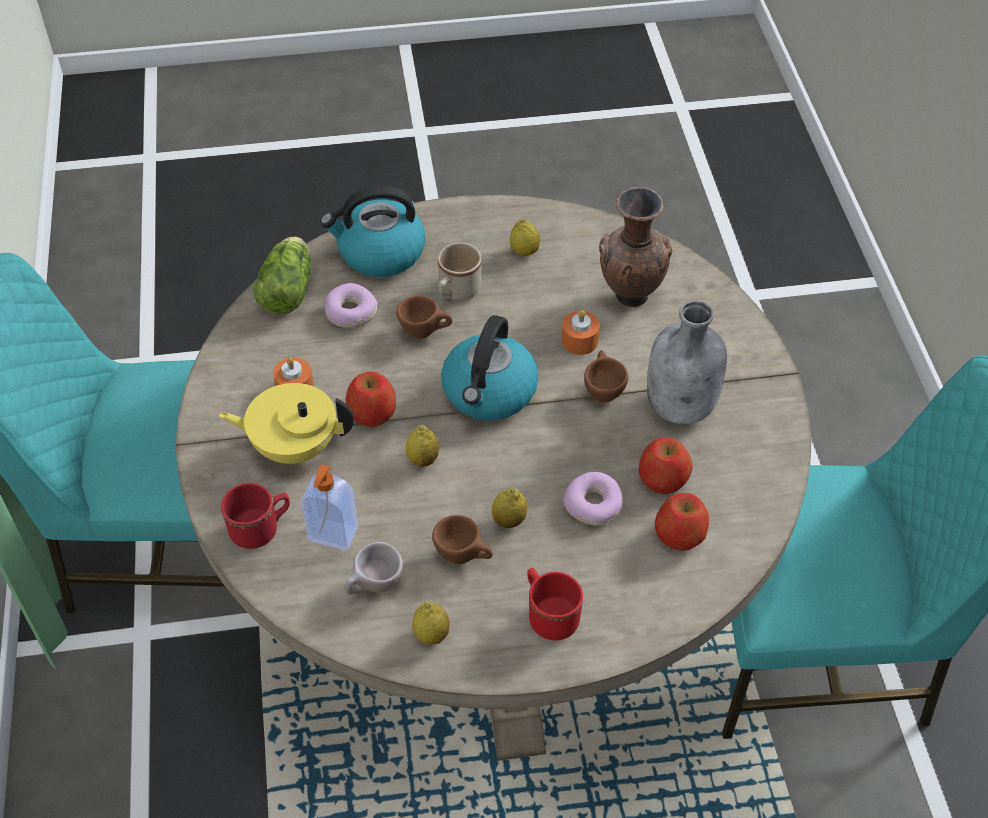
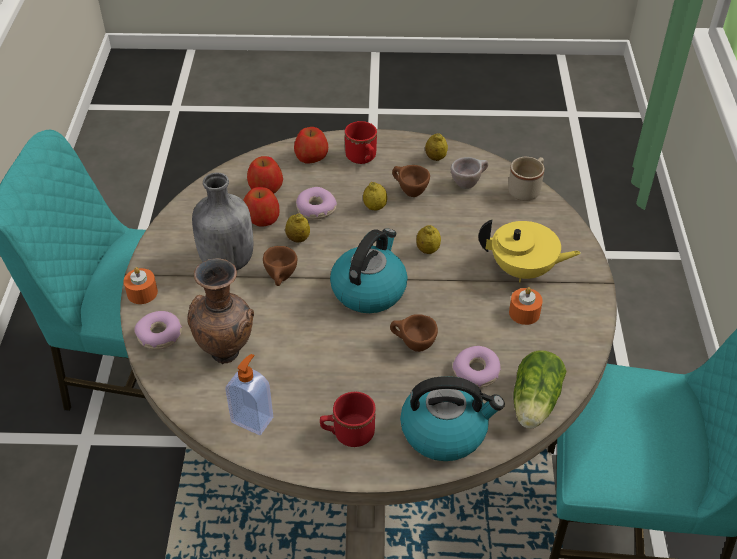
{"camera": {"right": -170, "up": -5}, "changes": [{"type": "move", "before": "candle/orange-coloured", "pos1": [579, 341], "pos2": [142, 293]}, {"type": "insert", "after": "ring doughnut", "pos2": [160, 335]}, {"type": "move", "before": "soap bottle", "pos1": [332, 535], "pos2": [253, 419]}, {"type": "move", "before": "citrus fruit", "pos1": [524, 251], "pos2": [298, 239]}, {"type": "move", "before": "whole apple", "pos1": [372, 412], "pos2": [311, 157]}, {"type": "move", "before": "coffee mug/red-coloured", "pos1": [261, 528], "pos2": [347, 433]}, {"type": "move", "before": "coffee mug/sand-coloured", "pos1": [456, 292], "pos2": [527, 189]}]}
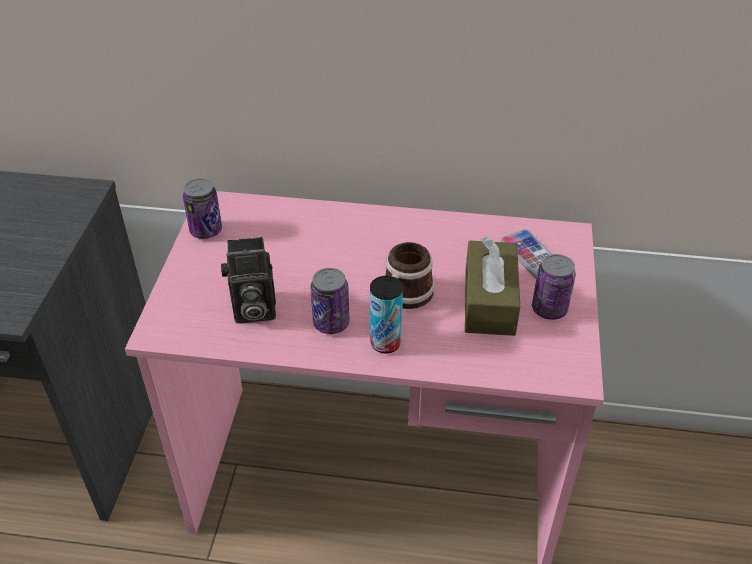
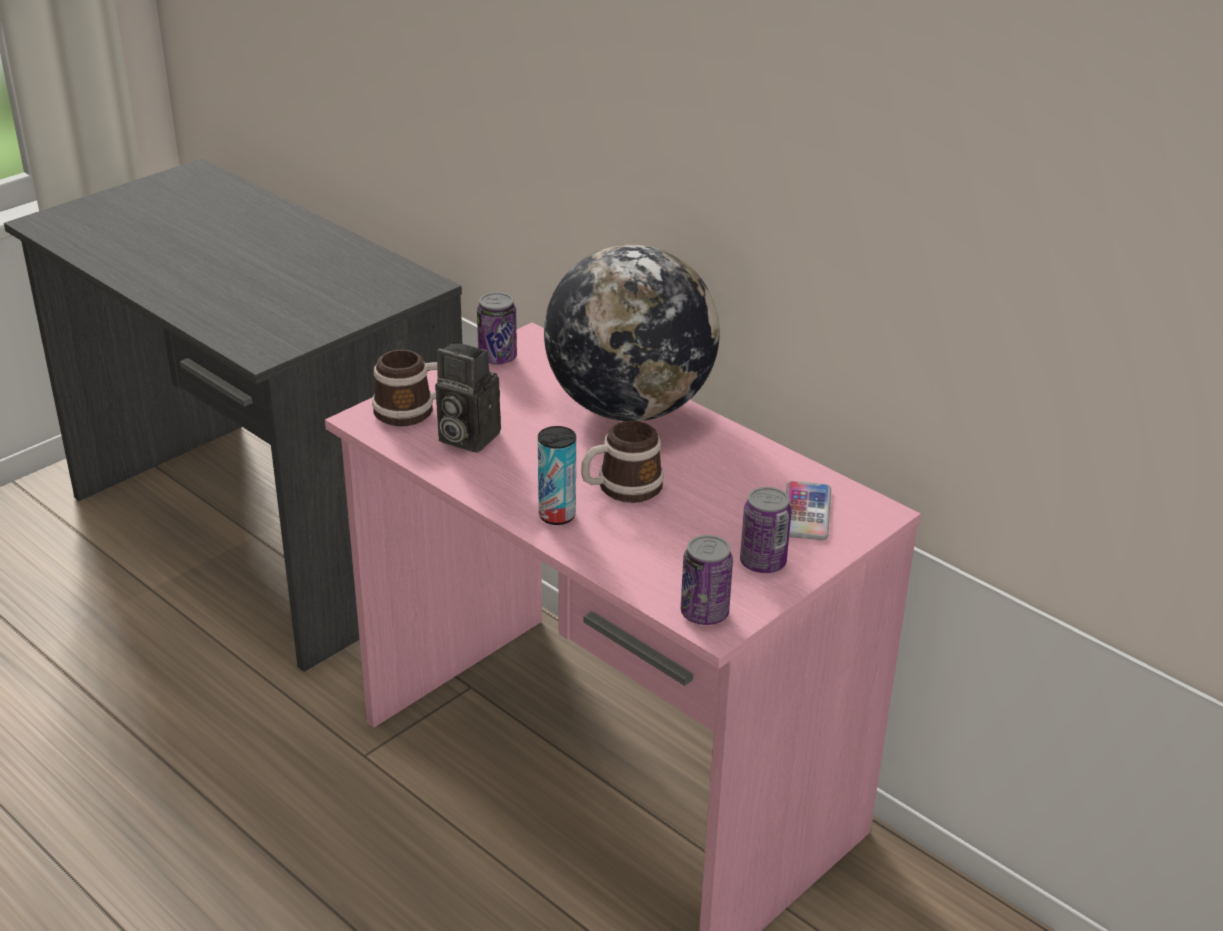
{"camera": {"right": 35, "up": -10}, "changes": [{"type": "insert", "after": "coffee mug", "pos2": [413, 410]}, {"type": "insert", "after": "world globe", "pos2": [629, 408]}, {"type": "move", "before": "metal can", "pos1": [331, 323], "pos2": [704, 613]}, {"type": "delete", "before": "tissue holder/brown-coloured", "pos1": [489, 301]}]}
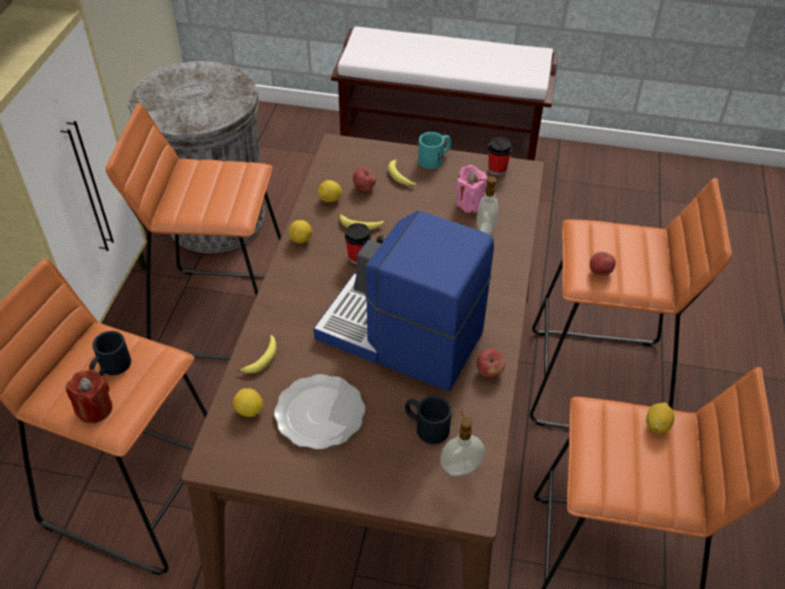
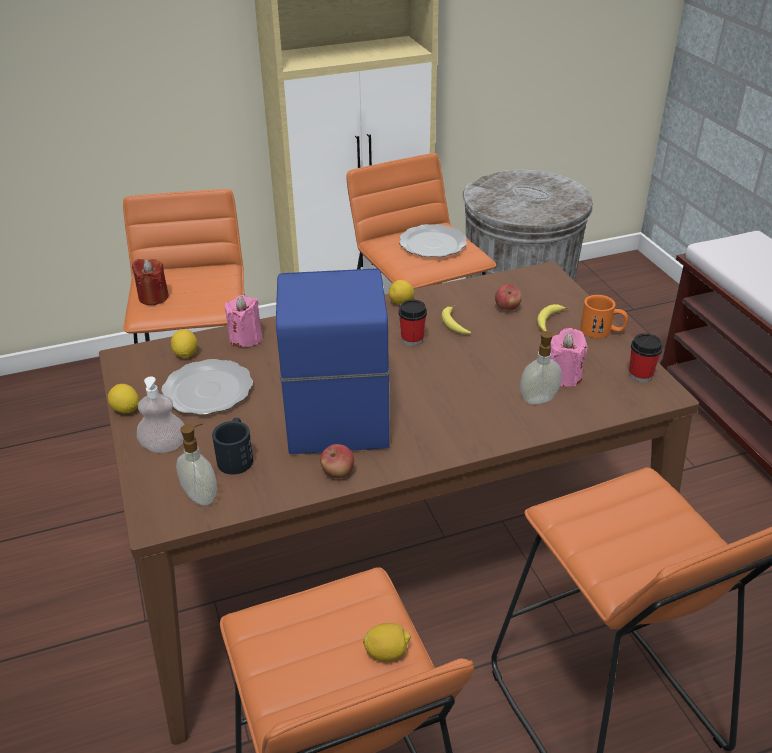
{"camera": {"right": 60, "up": -10}, "changes": [{"type": "move", "before": "citrus fruit", "pos1": [330, 200], "pos2": [126, 410]}, {"type": "insert", "after": "soap bottle", "pos2": [164, 446]}, {"type": "replace", "before": "banana fruit", "after": "candle/pink", "pos1": [262, 359], "pos2": [245, 338]}, {"type": "insert", "after": "plate", "pos2": [431, 244]}, {"type": "recolor", "before": "coffee mug/blue-green", "after": "coffee mug/orange-coloured", "pos1": [435, 159], "pos2": [602, 331]}, {"type": "delete", "before": "coffee mug/blackish", "pos1": [111, 368]}, {"type": "delete", "before": "whole apple", "pos1": [600, 272]}]}
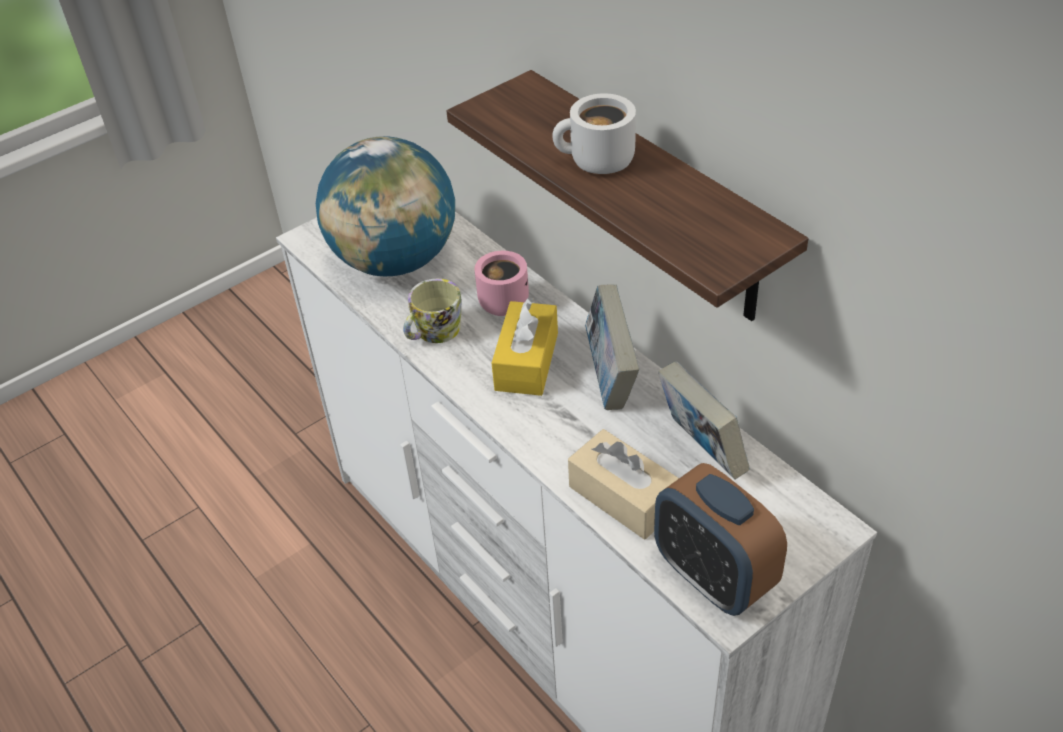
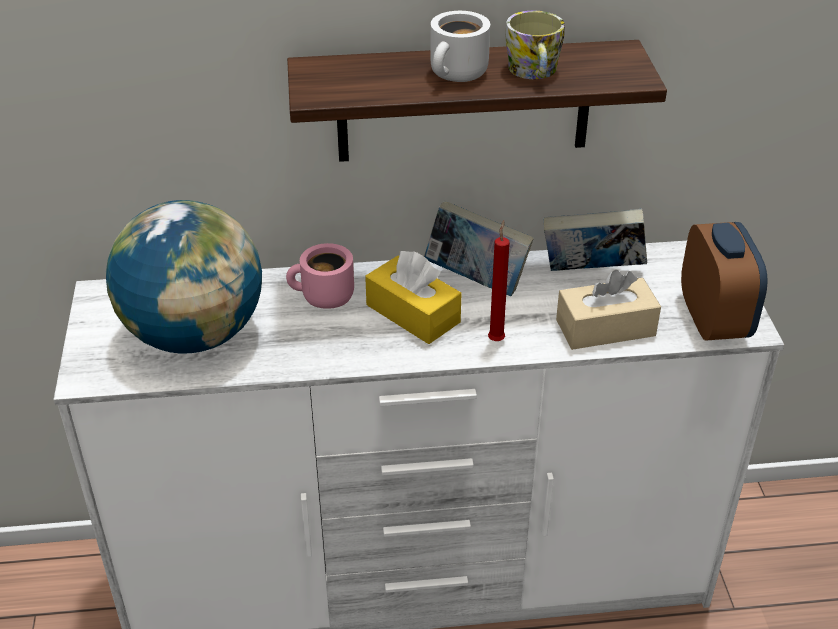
{"camera": {"right": -60, "up": -5}, "changes": [{"type": "insert", "after": "candle/red-coloured", "pos2": [496, 339]}, {"type": "move", "before": "coffee mug", "pos1": [433, 332], "pos2": [534, 73]}, {"type": "rotate", "before": "table clock", "pos1": [713, 577], "pos2": [714, 320], "turn": -90}]}
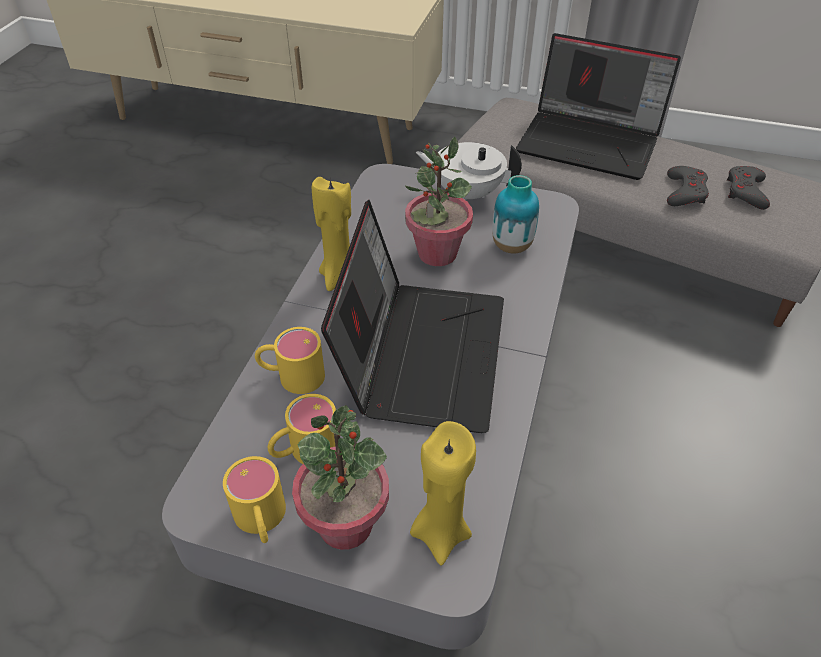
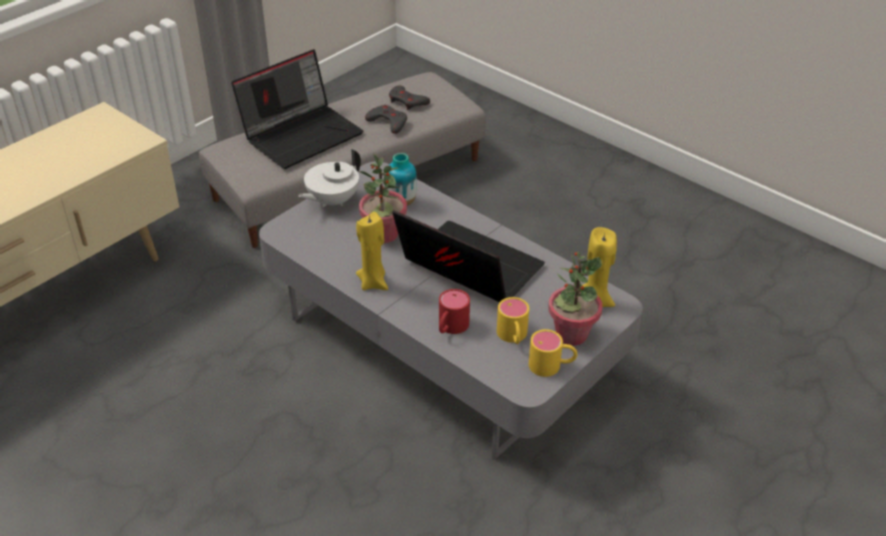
{"camera": {"right": -65, "up": -5}, "changes": [{"type": "recolor", "before": "coffee mug/yellowish", "after": "coffee mug/red-coloured", "pos1": [291, 376], "pos2": [450, 328]}]}
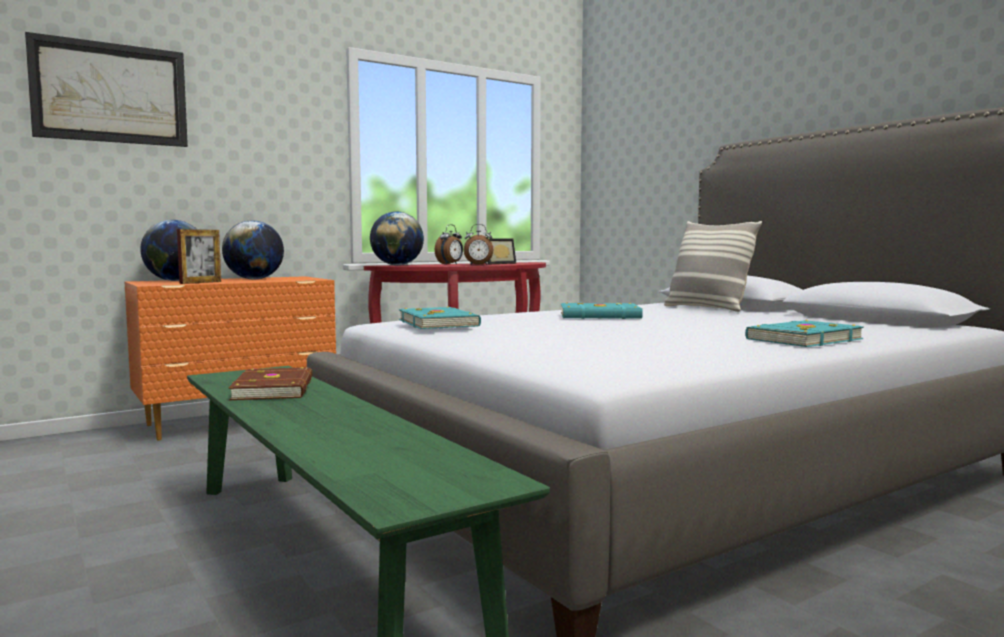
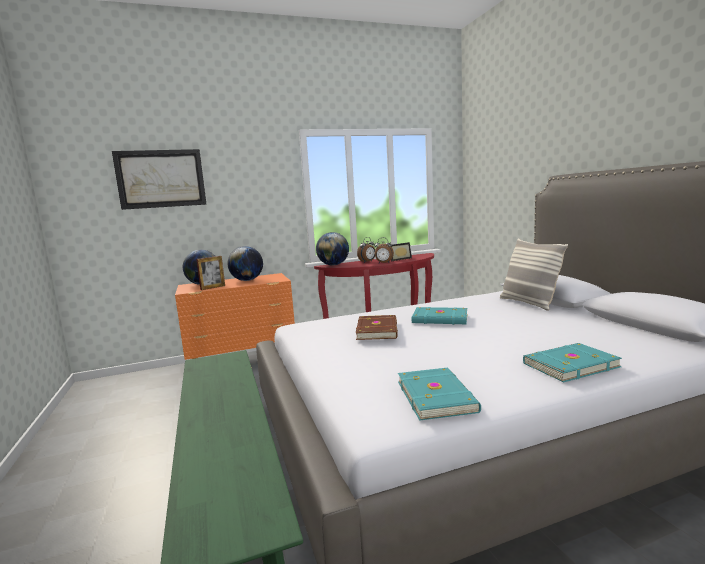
{"camera": {"right": 15, "up": 5}, "changes": [{"type": "move", "before": "bound book/brown-coloured", "pos1": [275, 389], "pos2": [378, 330]}, {"type": "move", "before": "bound book/blue-green", "pos1": [439, 323], "pos2": [437, 396]}]}
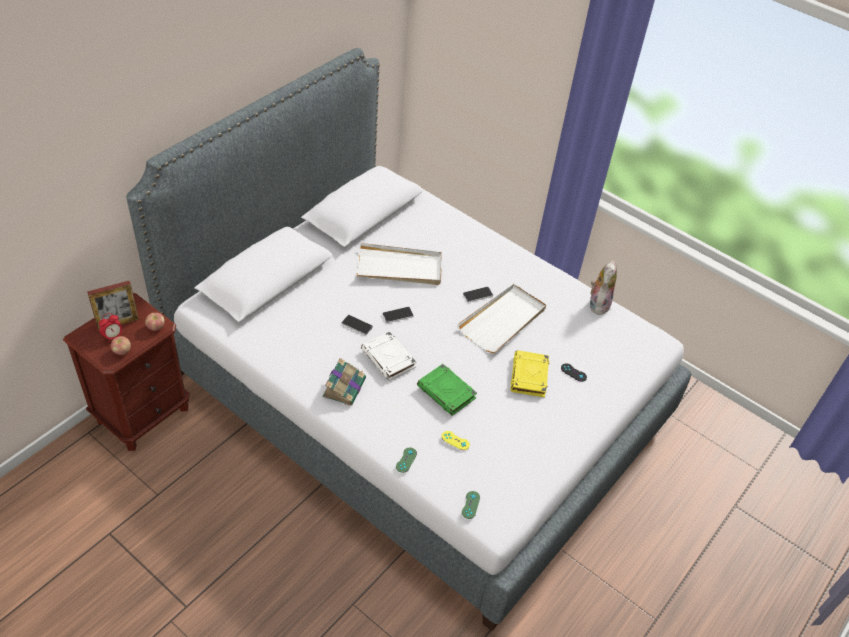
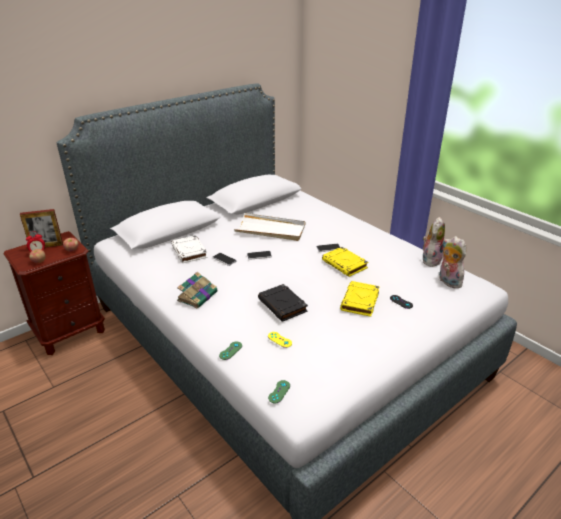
{"camera": {"right": 15, "up": -15}, "changes": [{"type": "move", "before": "bound book/white-coloured", "pos1": [389, 359], "pos2": [189, 252]}, {"type": "recolor", "before": "bound book/green", "after": "bound book/blackish", "pos1": [447, 392], "pos2": [283, 305]}, {"type": "replace", "before": "serving tray/white-coloured", "after": "bound book/yellowish", "pos1": [502, 320], "pos2": [345, 264]}, {"type": "insert", "after": "plush toy", "pos2": [447, 281]}]}
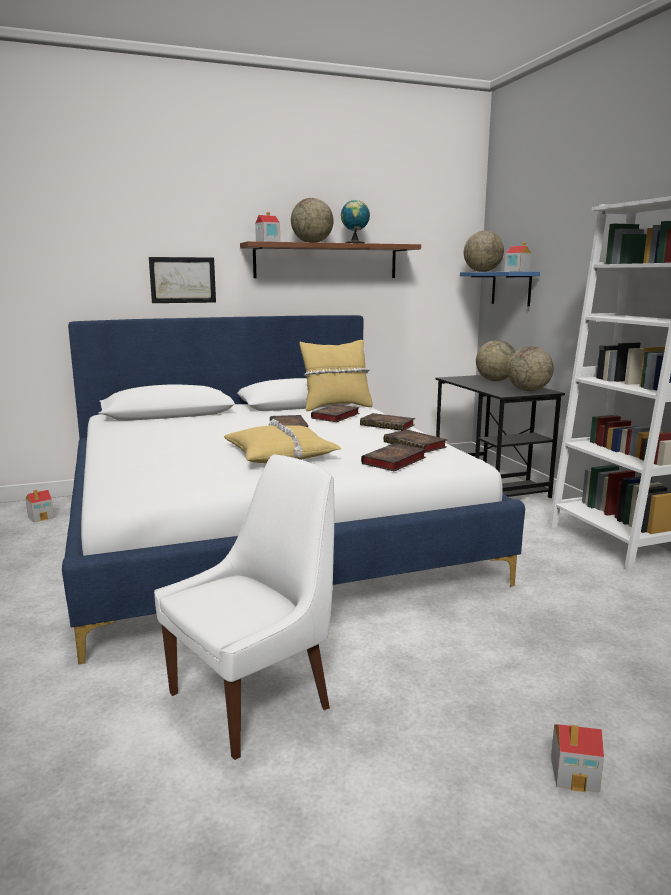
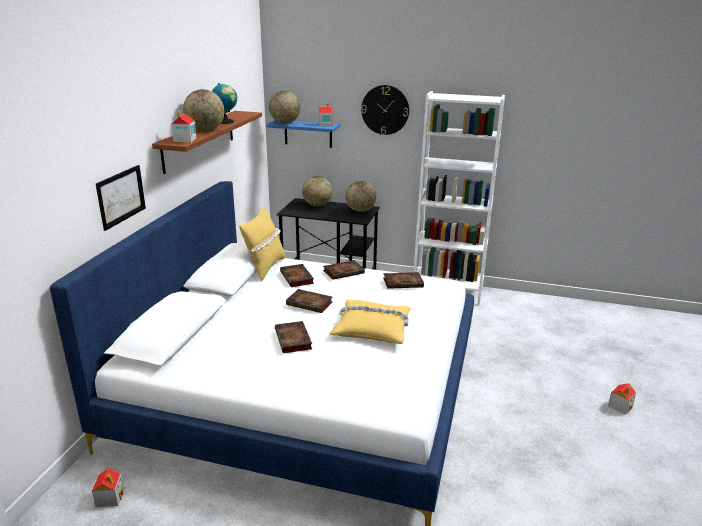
{"camera": {"right": -55, "up": 10}, "changes": [{"type": "move", "before": "bound book", "pos1": [393, 461], "pos2": [294, 340]}, {"type": "insert", "after": "hanging clock", "pos2": [385, 110]}, {"type": "delete", "before": "plain chair/white-coloured", "pos1": [254, 698]}]}
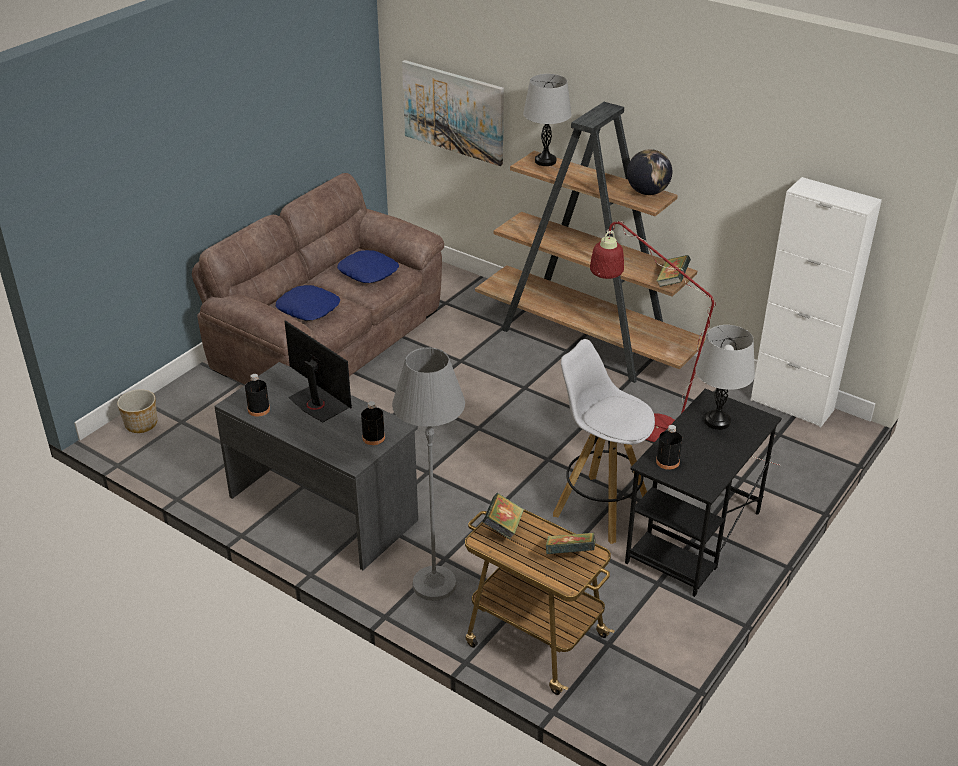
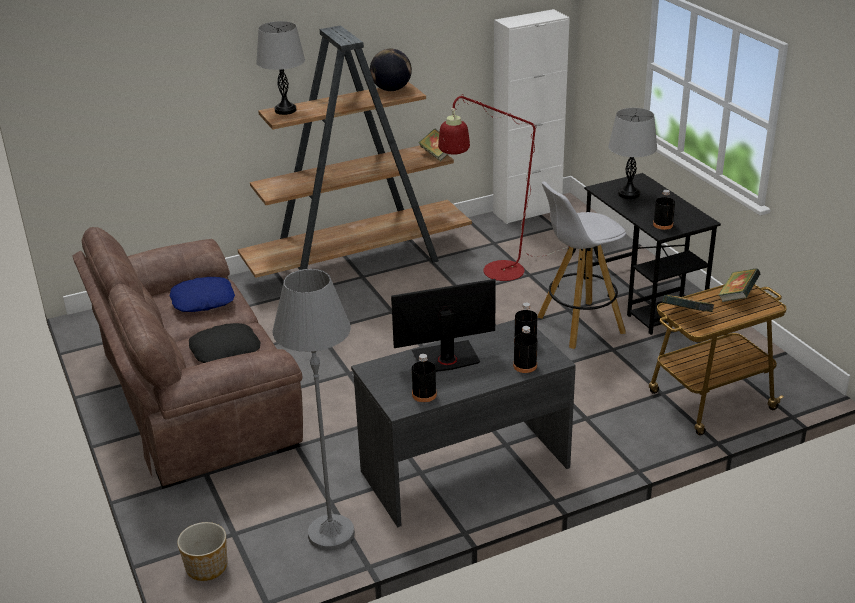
{"camera": {"right": -60, "up": -5}, "changes": [{"type": "recolor", "before": "pillow/bluish", "after": "pillow/blackish", "pos1": [308, 308], "pos2": [225, 350]}, {"type": "move", "before": "standing lamp/greyish", "pos1": [434, 584], "pos2": [331, 533]}, {"type": "insert", "after": "beverage bottle/blackish", "pos2": [525, 366]}, {"type": "delete", "before": "wall art", "pos1": [453, 112]}]}
